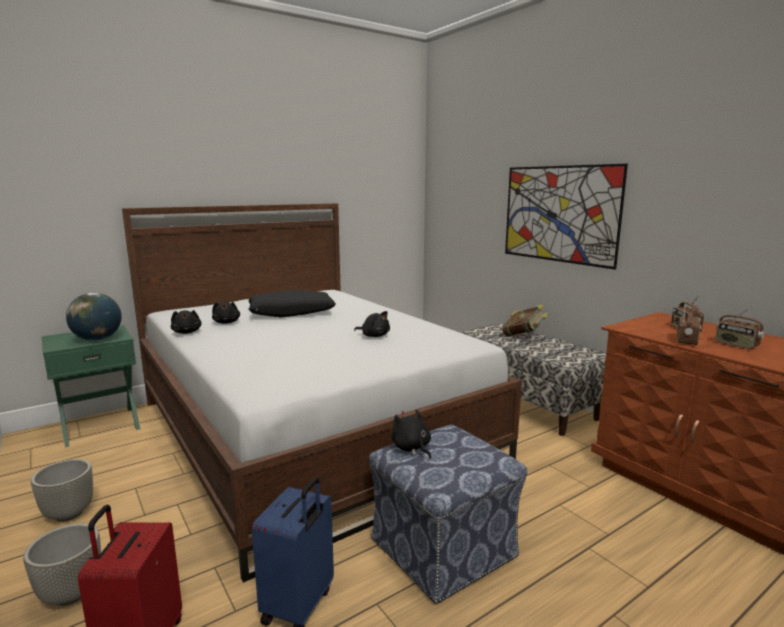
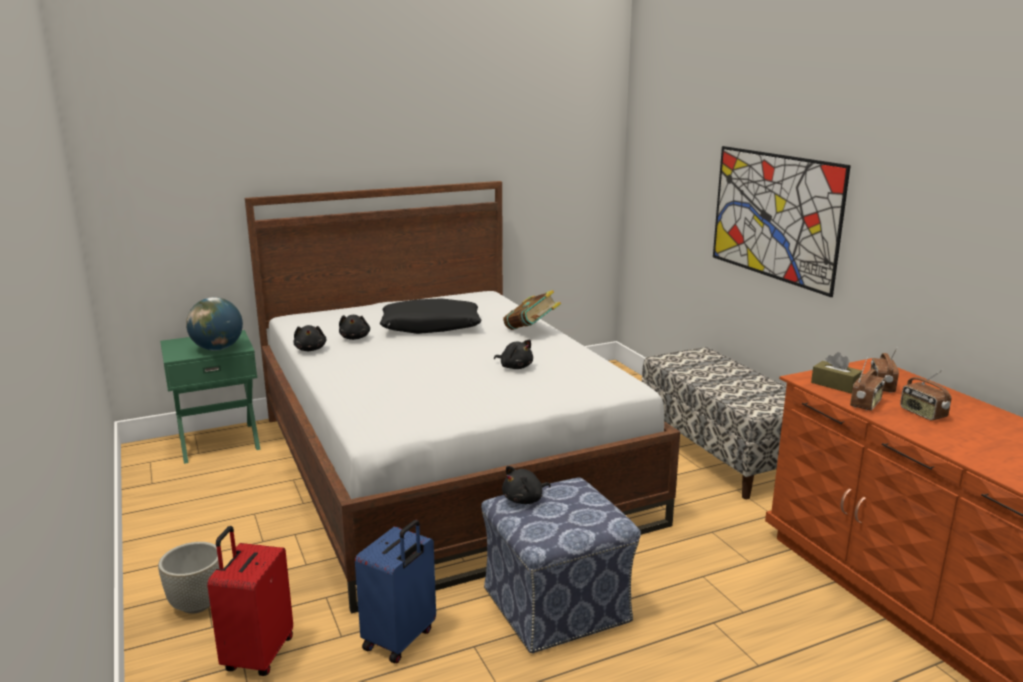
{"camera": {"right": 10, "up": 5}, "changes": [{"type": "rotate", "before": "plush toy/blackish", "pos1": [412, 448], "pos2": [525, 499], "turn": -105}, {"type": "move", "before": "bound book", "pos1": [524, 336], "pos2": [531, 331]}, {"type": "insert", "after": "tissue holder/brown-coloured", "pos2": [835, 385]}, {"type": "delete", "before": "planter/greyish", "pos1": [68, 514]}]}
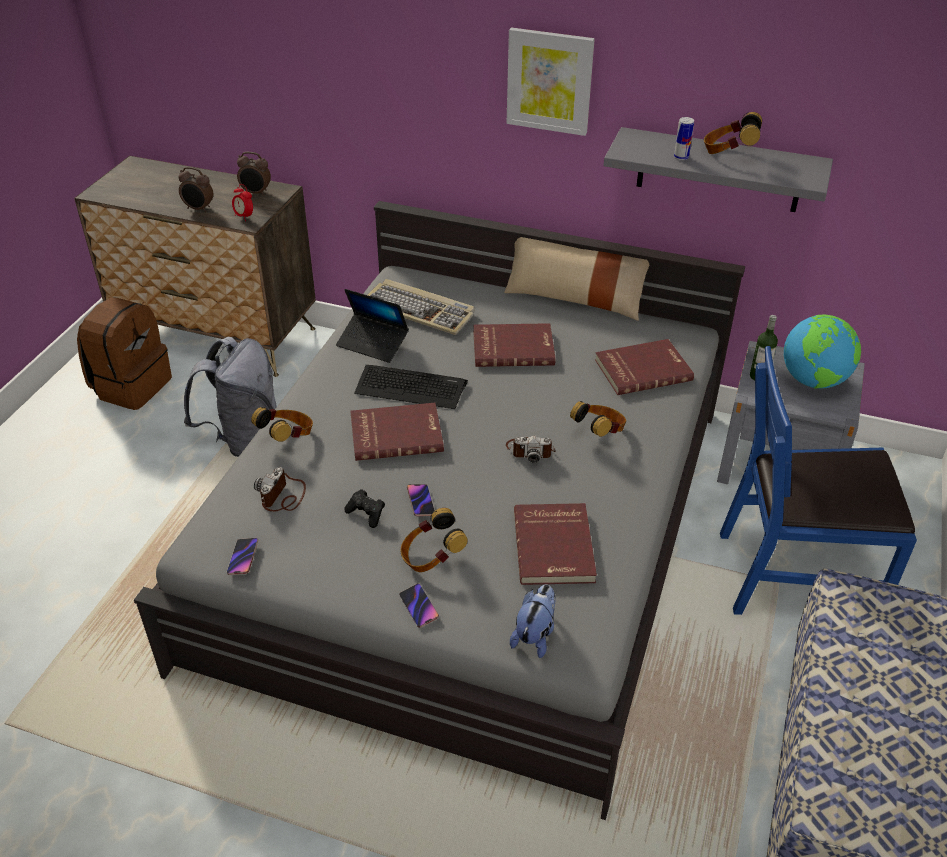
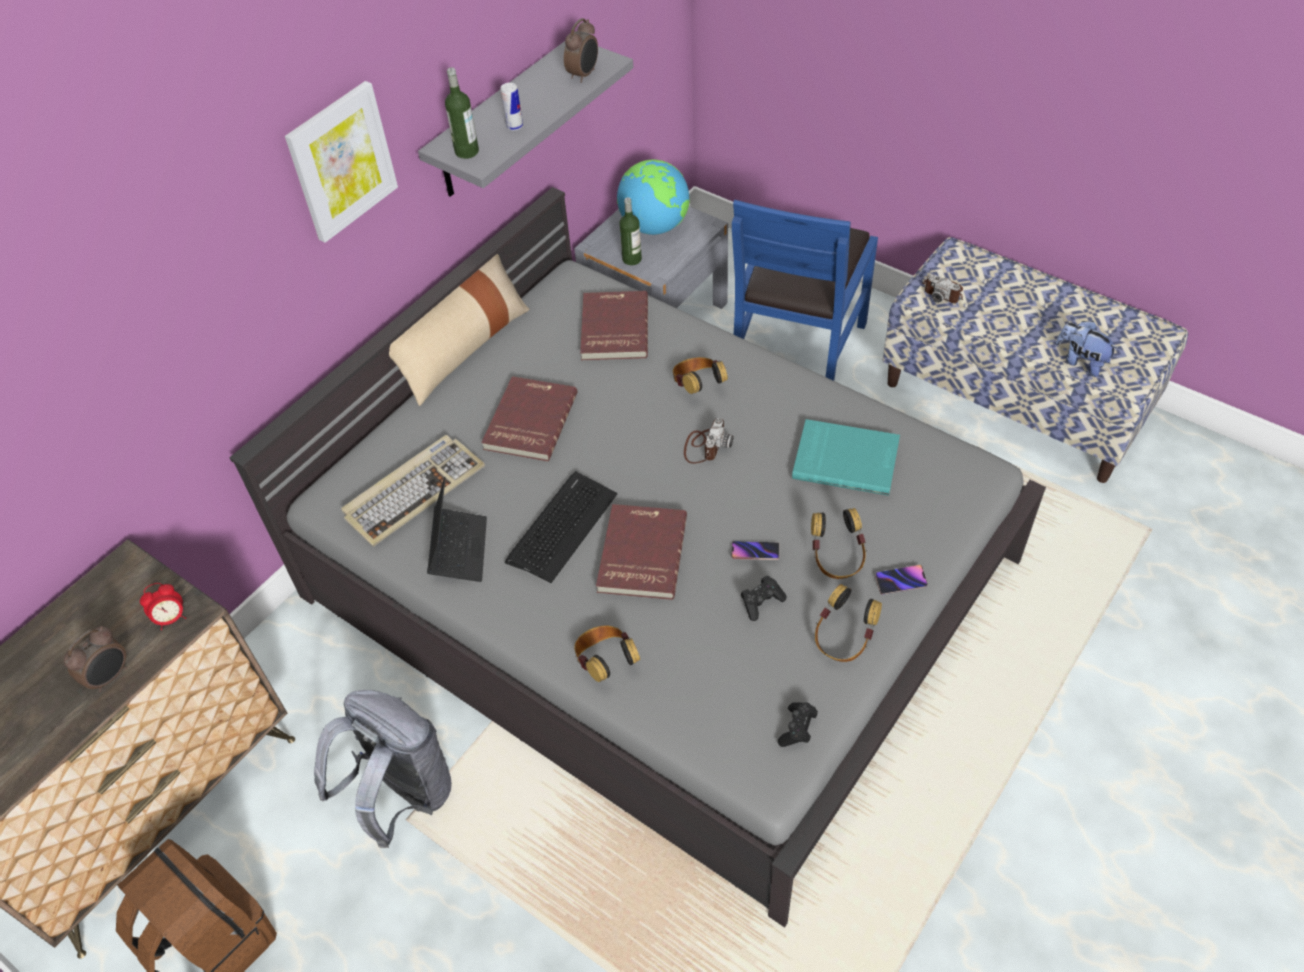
{"camera": {"right": -70, "up": 10}, "changes": [{"type": "rotate", "before": "notebook computer", "pos1": [373, 343], "pos2": [459, 549], "turn": -45}, {"type": "insert", "after": "beverage bottle", "pos2": [467, 151]}, {"type": "move", "before": "table clock", "pos1": [256, 193], "pos2": [584, 75]}, {"type": "replace", "before": "phone", "after": "gamepad/blackish", "pos1": [243, 558], "pos2": [797, 729]}, {"type": "recolor", "before": "bound book/red-coloured", "after": "bound book/blue-green", "pos1": [555, 546], "pos2": [846, 459]}, {"type": "move", "before": "pair of headphones", "pos1": [728, 153], "pos2": [843, 639]}, {"type": "move", "before": "still camera", "pos1": [283, 496], "pos2": [943, 292]}, {"type": "move", "before": "plush toy", "pos1": [535, 635], "pos2": [1081, 362]}]}
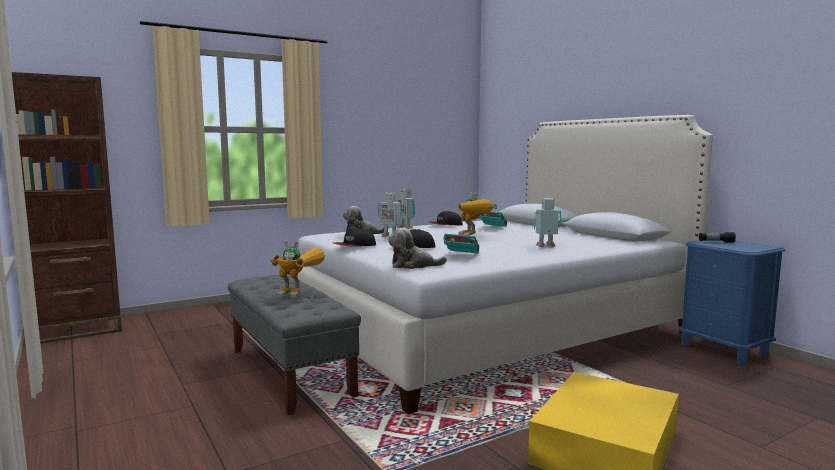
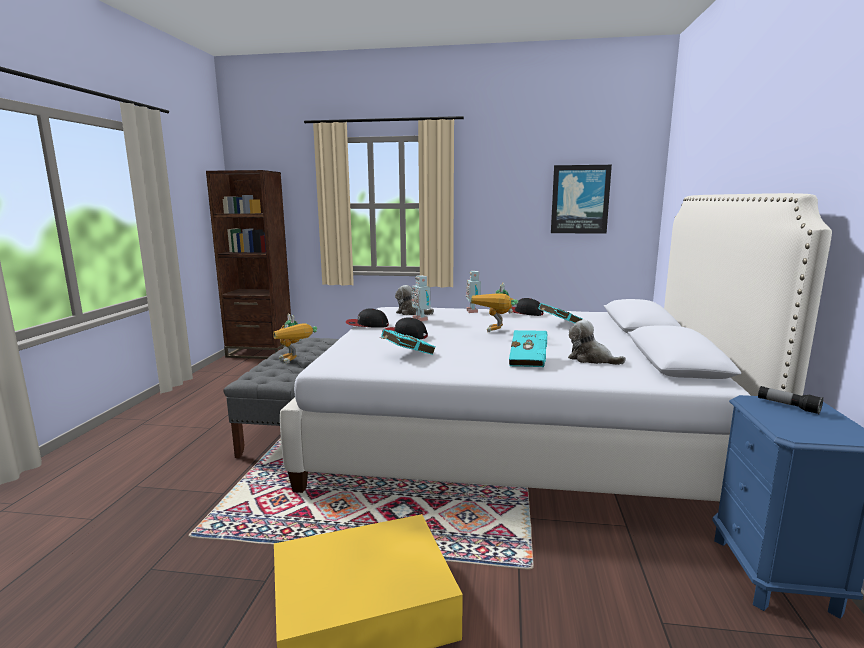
{"camera": {"right": 40, "up": 5}, "changes": [{"type": "replace", "before": "robot figure", "after": "bound book/blue-green", "pos1": [546, 246], "pos2": [529, 360]}, {"type": "insert", "after": "wall art", "pos2": [580, 199]}, {"type": "move", "before": "plush toy", "pos1": [413, 265], "pos2": [591, 359]}]}
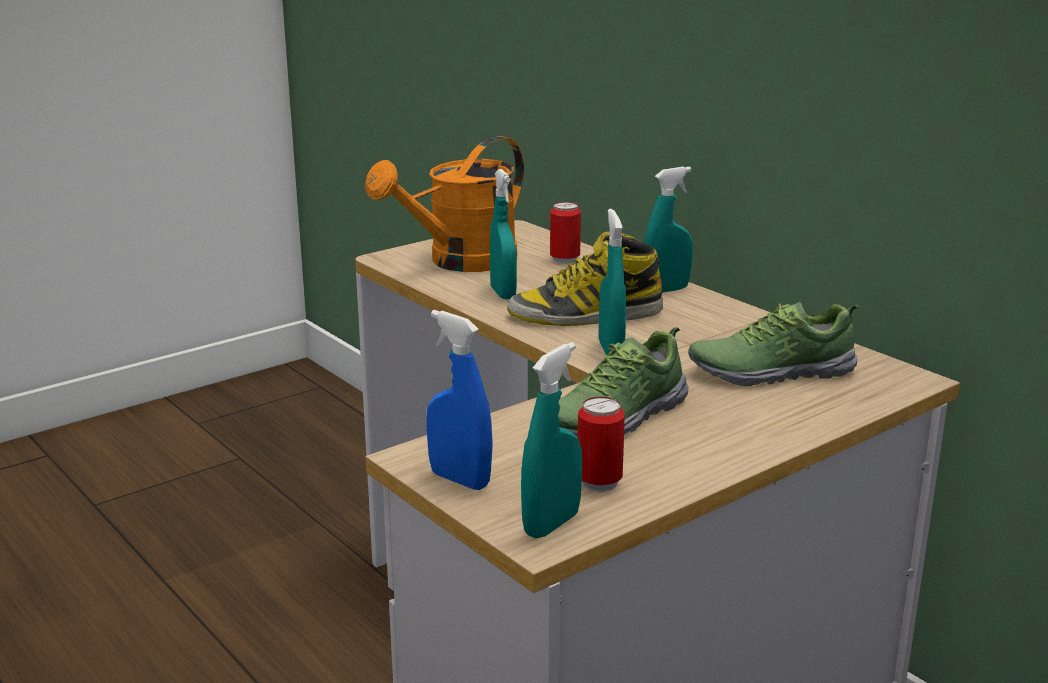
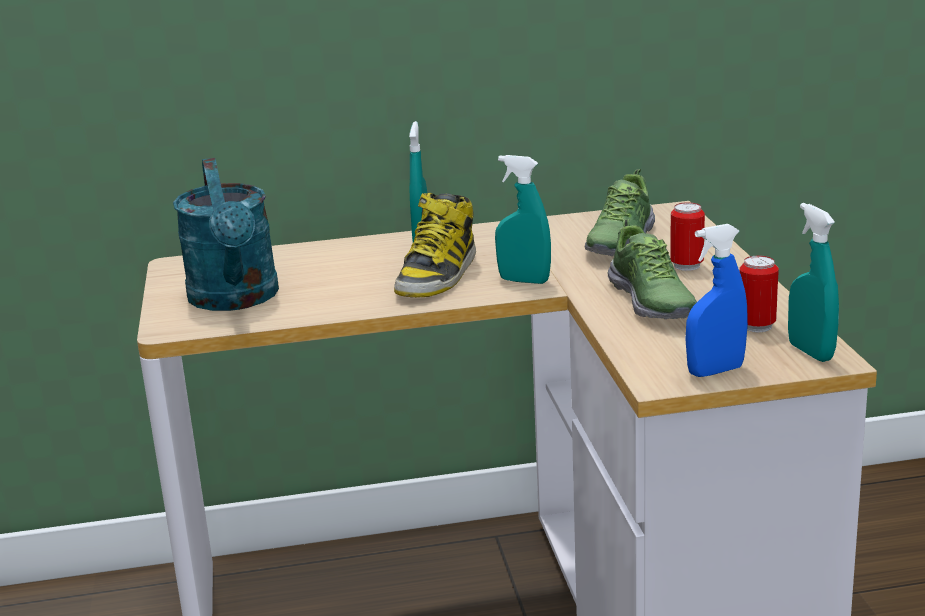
{"camera": {"right": -60, "up": 0}, "changes": [{"type": "recolor", "before": "watering pot/orange-coloured", "after": "watering pot/blue-green", "pos1": [461, 262], "pos2": [236, 299]}, {"type": "move", "before": "metal can", "pos1": [564, 260], "pos2": [686, 266]}, {"type": "delete", "before": "hand sprayer/blue-green", "pos1": [503, 293]}]}
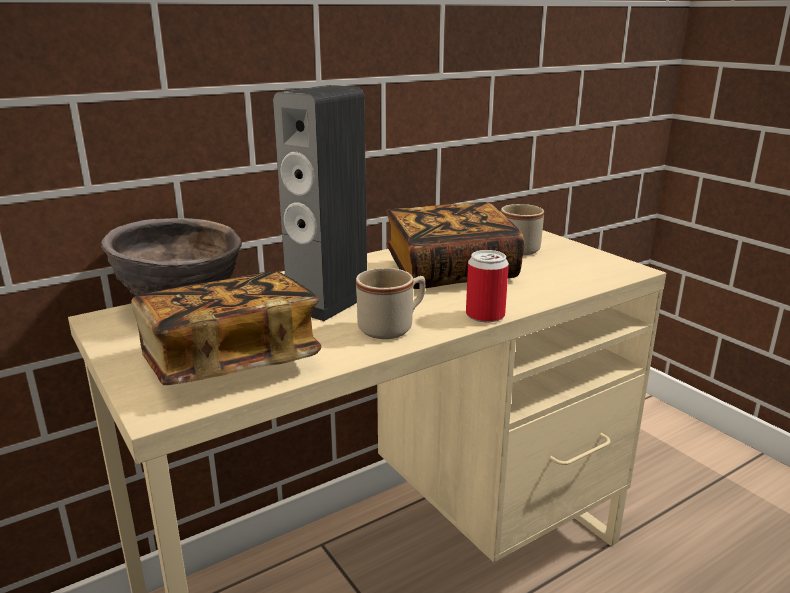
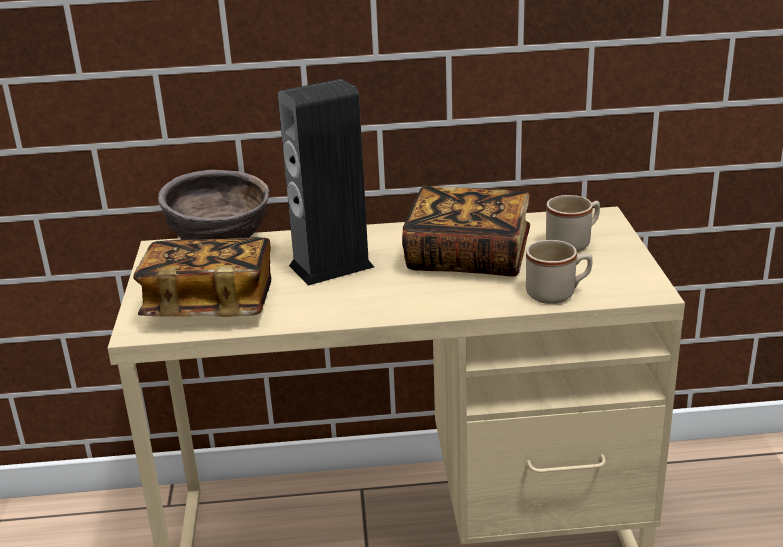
{"camera": {"right": 30, "up": 5}, "changes": [{"type": "move", "before": "coffee mug/sand-coloured", "pos1": [393, 327], "pos2": [557, 293]}, {"type": "delete", "before": "metal can", "pos1": [485, 315]}]}
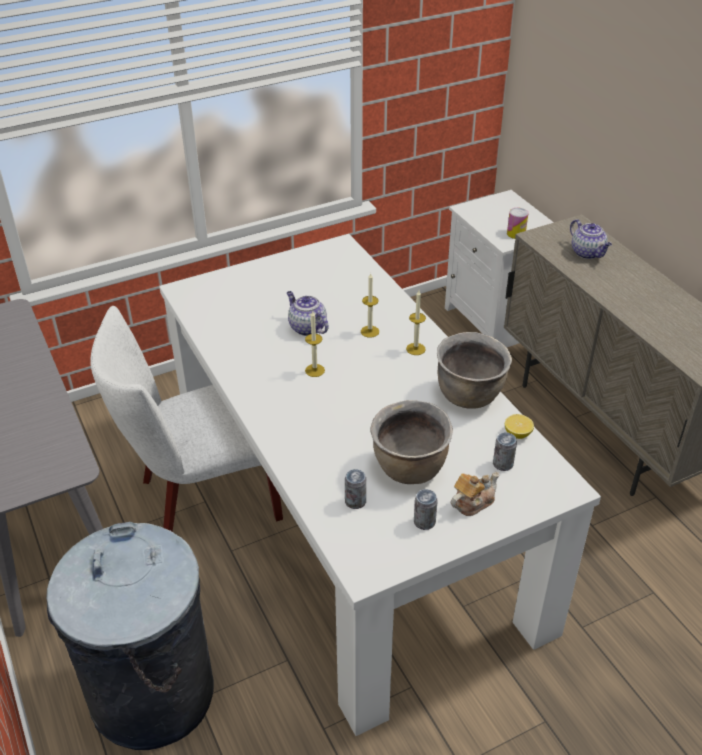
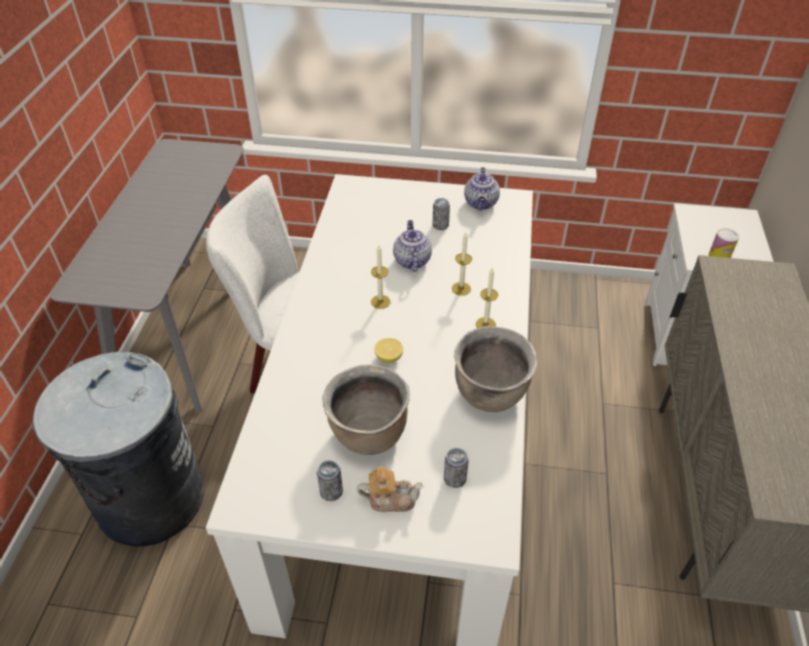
{"camera": {"right": 35, "up": 5}, "changes": [{"type": "move", "before": "citrus fruit", "pos1": [517, 434], "pos2": [389, 357]}, {"type": "move", "before": "metal can", "pos1": [355, 502], "pos2": [440, 225]}, {"type": "move", "before": "pot for tea", "pos1": [588, 253], "pos2": [481, 203]}]}
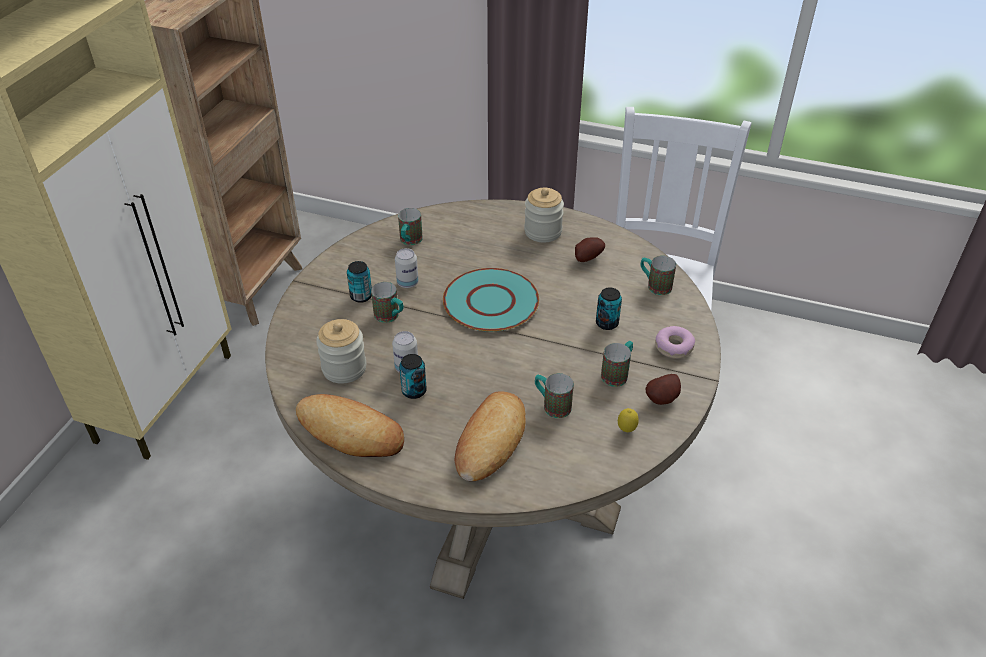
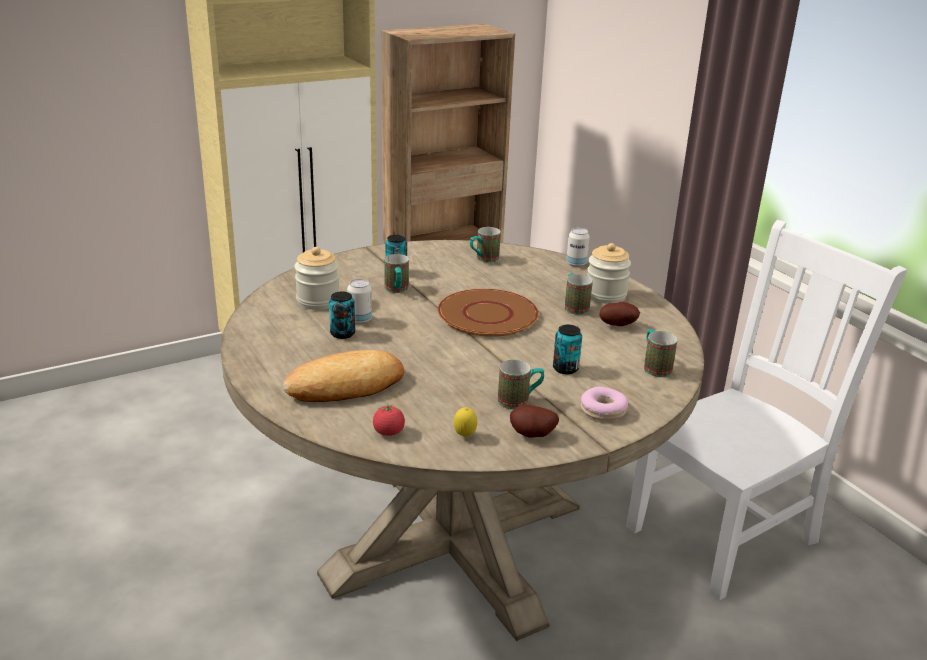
{"camera": {"right": 40, "up": -15}, "changes": [{"type": "insert", "after": "tomato", "pos2": [388, 432]}, {"type": "recolor", "before": "plate/blue-green", "after": "plate/brown-coloured", "pos1": [491, 301], "pos2": [488, 314]}, {"type": "move", "before": "coffee mug", "pos1": [552, 405], "pos2": [574, 306]}, {"type": "move", "before": "metal can", "pos1": [407, 283], "pos2": [576, 264]}, {"type": "delete", "before": "bread", "pos1": [350, 431]}]}
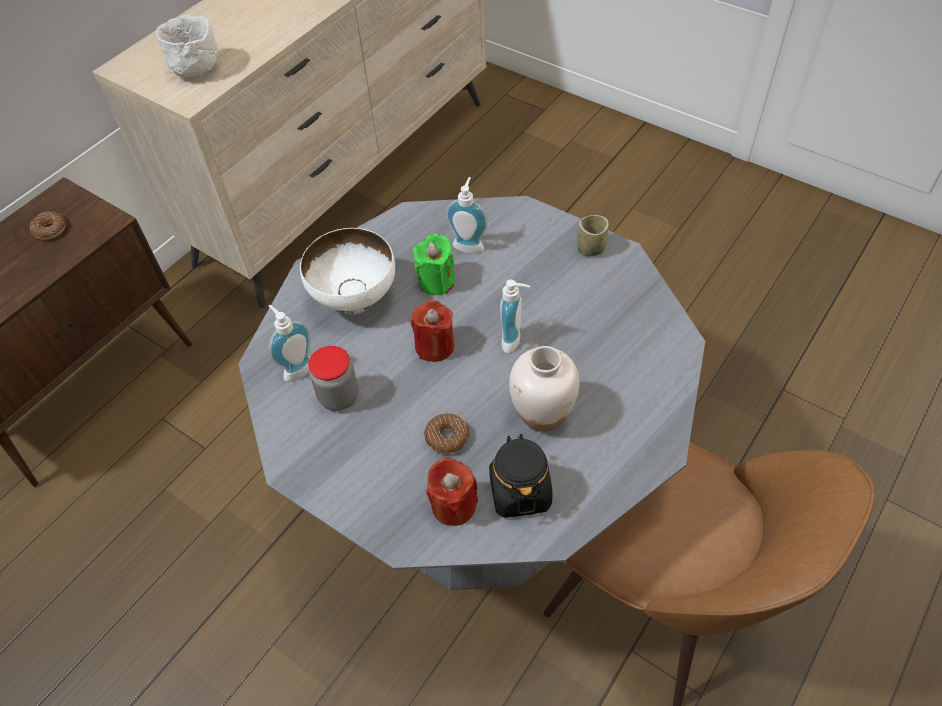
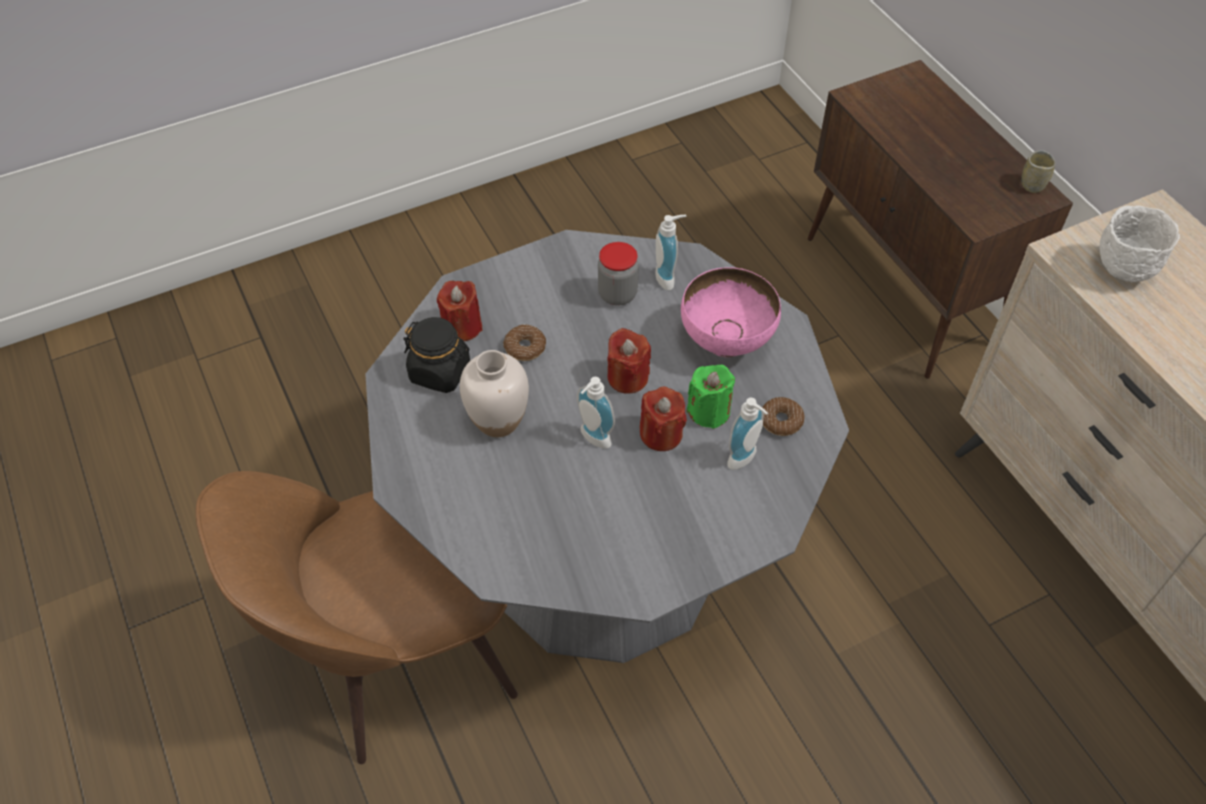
{"camera": {"right": 115, "up": 0}, "changes": [{"type": "insert", "after": "candle/red-coloured", "pos2": [661, 434]}, {"type": "recolor", "before": "bowl/white-coloured", "after": "bowl/pink", "pos1": [356, 298], "pos2": [725, 342]}, {"type": "move", "before": "ring doughnut", "pos1": [50, 230], "pos2": [781, 421]}, {"type": "move", "before": "small cup", "pos1": [591, 249], "pos2": [1032, 185]}]}
